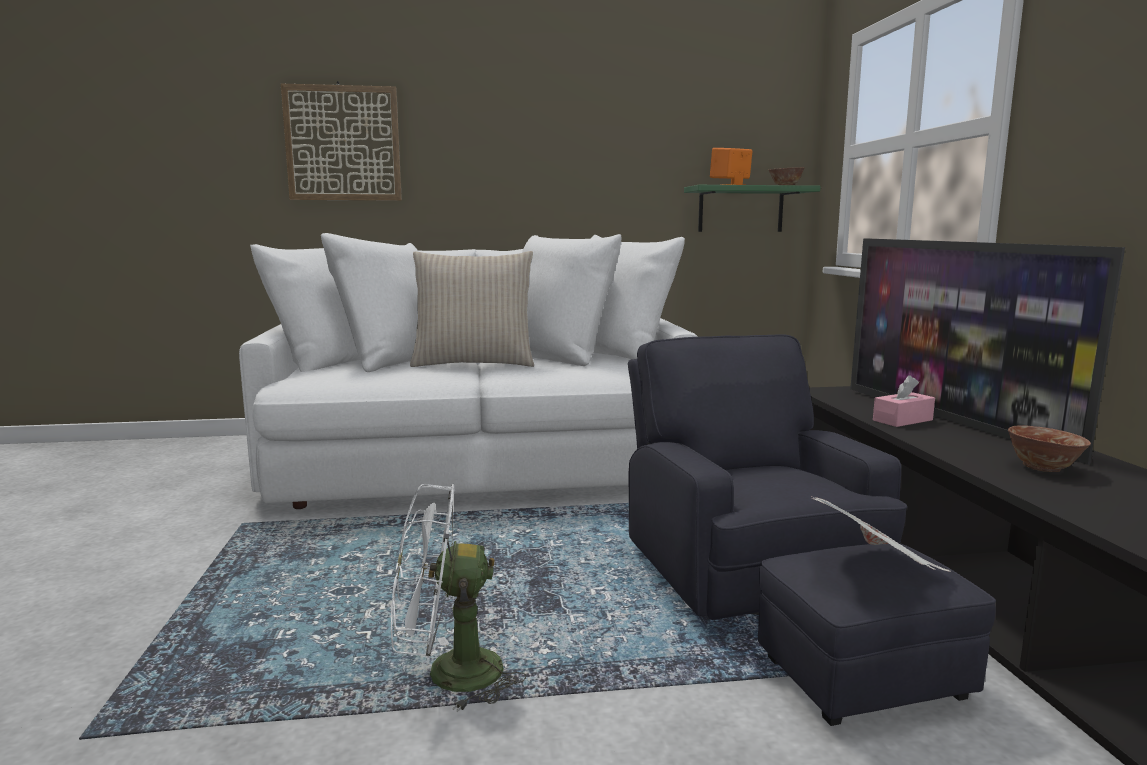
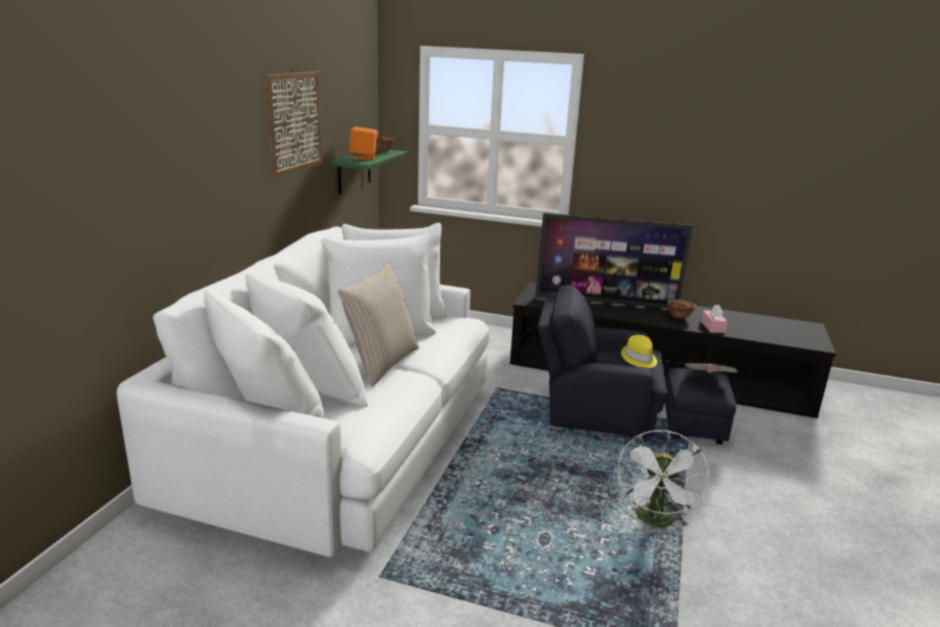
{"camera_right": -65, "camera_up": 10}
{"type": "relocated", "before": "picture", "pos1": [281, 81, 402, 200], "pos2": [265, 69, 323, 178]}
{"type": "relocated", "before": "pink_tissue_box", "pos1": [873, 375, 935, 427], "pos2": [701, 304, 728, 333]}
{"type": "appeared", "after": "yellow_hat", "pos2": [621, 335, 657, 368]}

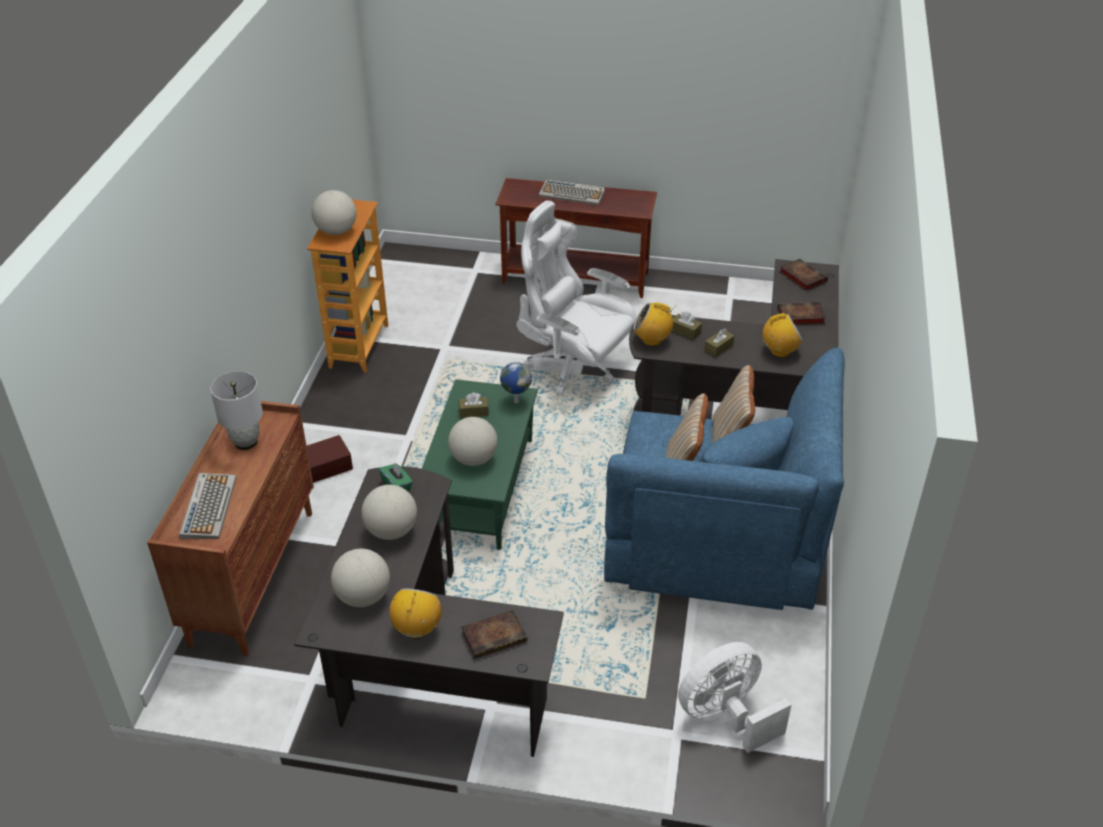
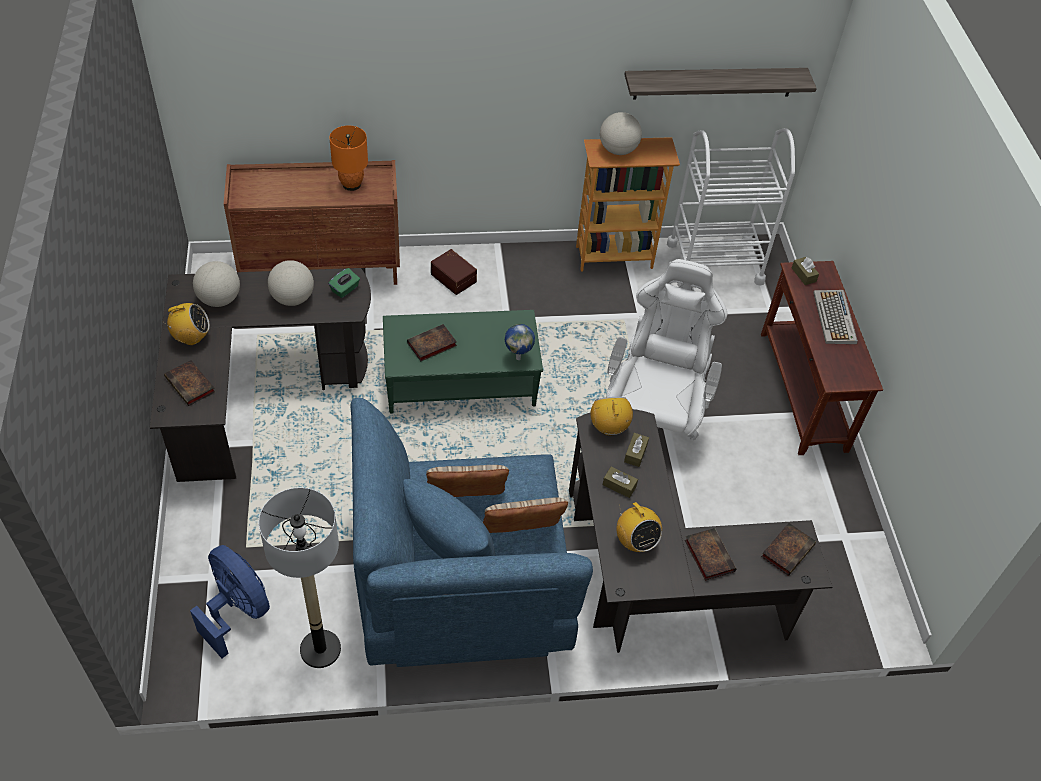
{"camera_right": 70, "camera_up": 10}
{"type": "missing", "before": "keyboard", "pos1": [179, 473, 236, 539]}
{"type": "colour", "before": "white_table_lamp", "after": "orange_table_lamp", "pos1": [210, 371, 263, 450], "pos2": [329, 126, 368, 191]}
{"type": "exchanged", "before": "globe", "after": "book", "pos1": [448, 417, 498, 466], "pos2": [407, 324, 457, 362]}
{"type": "relocated", "before": "brown_tissue_box", "pos1": [459, 392, 489, 418], "pos2": [792, 257, 819, 285]}
{"type": "colour", "before": "white_fan", "after": "blue_fan", "pos1": [678, 642, 791, 753], "pos2": [190, 545, 270, 658]}
{"type": "appeared", "after": "floor_lamp", "pos2": [258, 488, 341, 668]}
{"type": "appeared", "after": "shelf", "pos2": [625, 68, 817, 100]}
{"type": "appeared", "after": "white_cart", "pos2": [667, 128, 795, 287]}

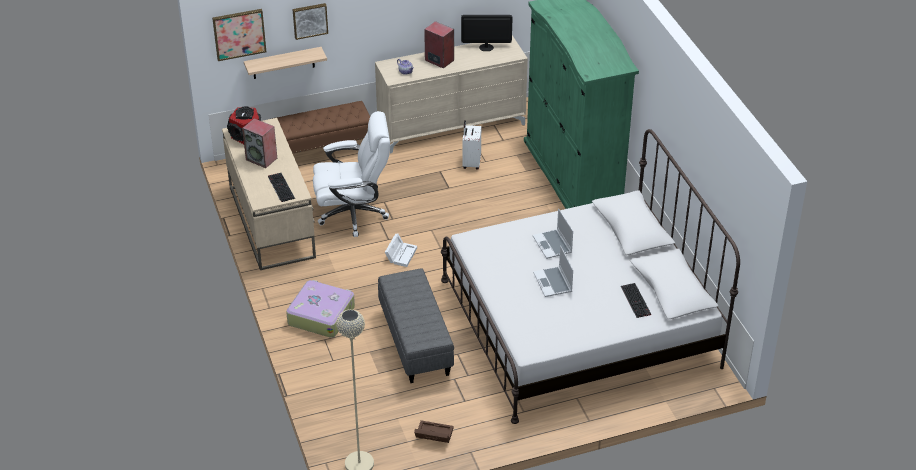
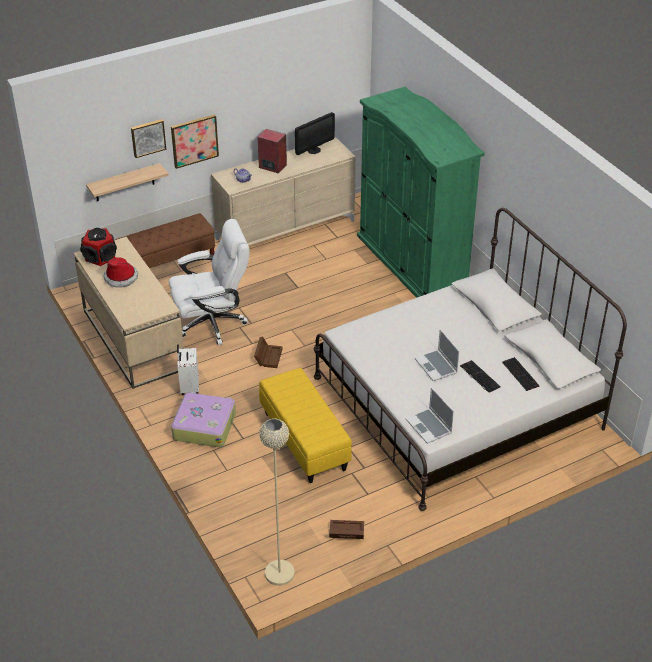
{"camera_right": -10, "camera_up": 0}
{"type": "relocated", "before": "picture", "pos1": [212, 9, 266, 61], "pos2": [171, 114, 219, 169]}
{"type": "exchanged", "before": "speaker", "after": "hat", "pos1": [242, 118, 277, 168], "pos2": [103, 257, 138, 287]}
{"type": "relocated", "before": "keyboard", "pos1": [268, 173, 295, 202], "pos2": [460, 360, 501, 393]}
{"type": "colour", "before": "grey_ottoman", "after": "yellow_ottoman", "pos1": [378, 269, 454, 383], "pos2": [259, 368, 352, 483]}
{"type": "colour", "before": "white_storage_box", "after": "brown_storage_box", "pos1": [385, 233, 417, 267], "pos2": [254, 336, 282, 368]}
{"type": "spun", "before": "monitor", "pos1": [461, 15, 512, 51], "pos2": [295, 112, 335, 155], "turn": 150}
{"type": "relocated", "before": "white_suitcase", "pos1": [463, 120, 481, 169], "pos2": [177, 345, 199, 395]}
{"type": "relocated", "before": "laptop", "pos1": [533, 208, 573, 259], "pos2": [406, 387, 454, 444]}

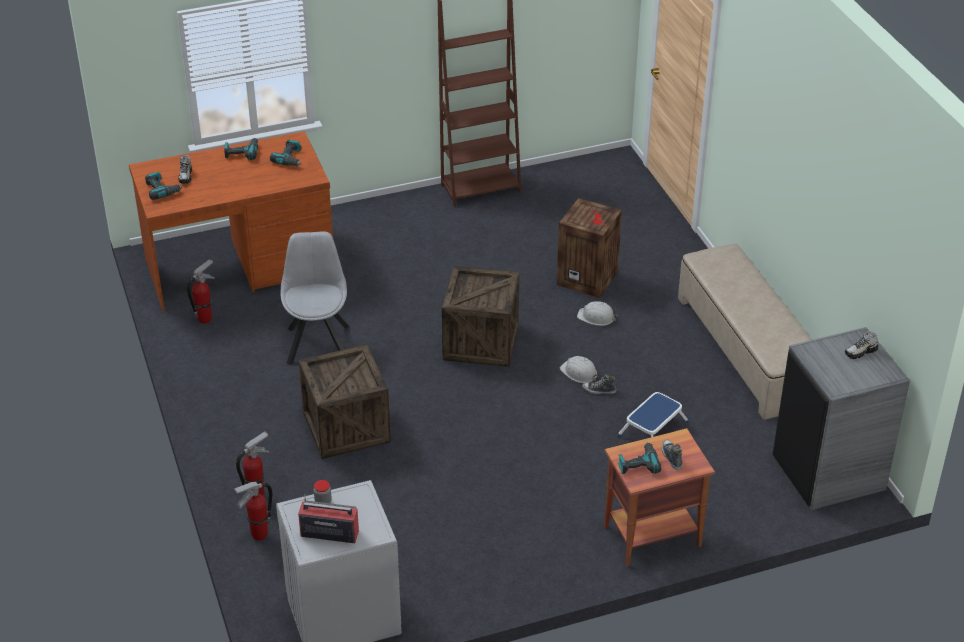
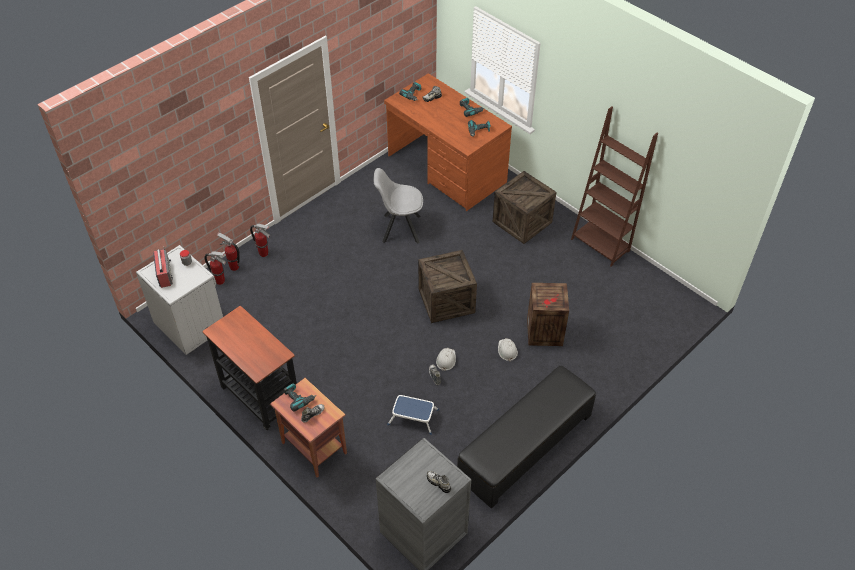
{"camera_right": 65, "camera_up": 10}
{"type": "relocated", "before": "fire_extinguisher", "pos1": [187, 259, 214, 324], "pos2": [204, 251, 226, 285]}
{"type": "spun", "before": "grey_chair", "pos1": [280, 232, 349, 365], "pos2": [373, 168, 423, 244], "turn": -150}
{"type": "relocated", "before": "crate", "pos1": [298, 344, 391, 459], "pos2": [493, 171, 557, 244]}
{"type": "colour", "before": "beige_bench", "after": "black_bench", "pos1": [678, 244, 812, 420], "pos2": [457, 366, 596, 508]}
{"type": "appeared", "after": "black_cart", "pos2": [203, 306, 297, 430]}

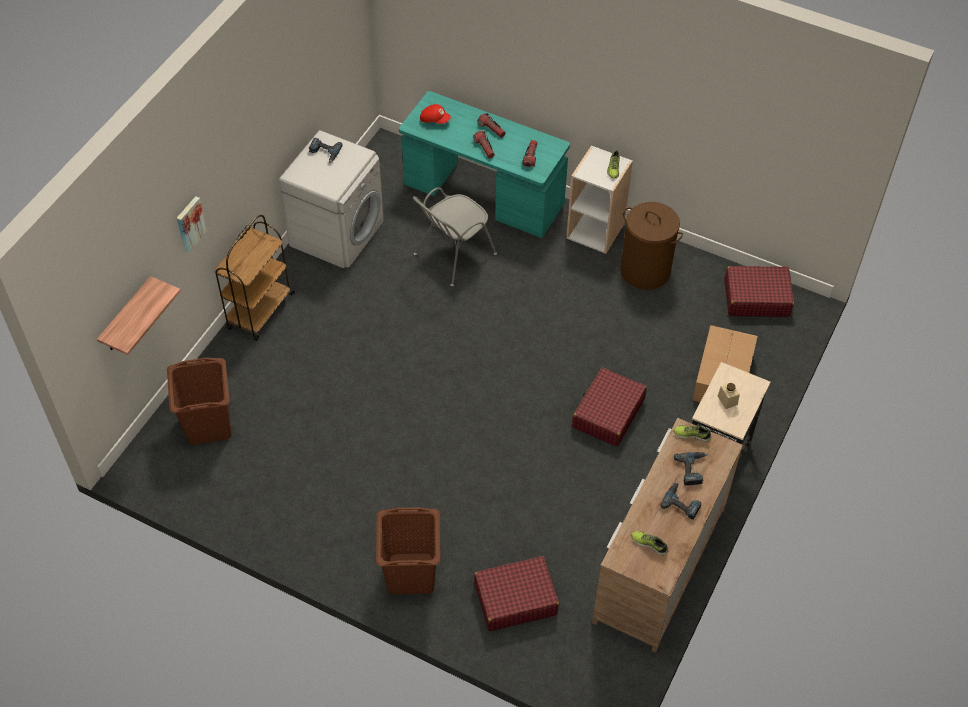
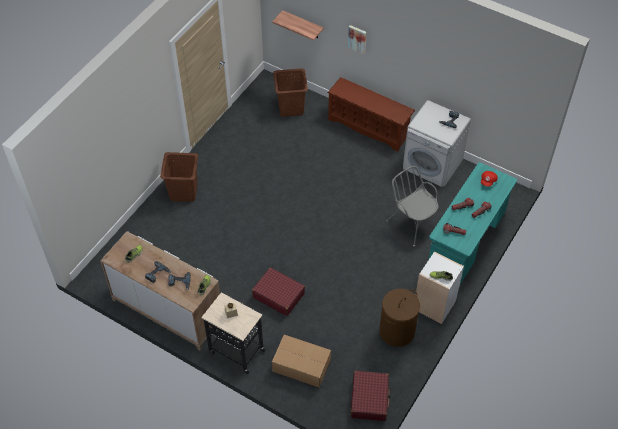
{"camera_right": 95, "camera_up": 0}
{"type": "exchanged", "before": "brown_cart", "after": "brown_shoe_rack", "pos1": [215, 215, 295, 341], "pos2": [328, 77, 415, 152]}
{"type": "missing", "before": "red_suitcase", "pos1": [474, 556, 559, 631]}

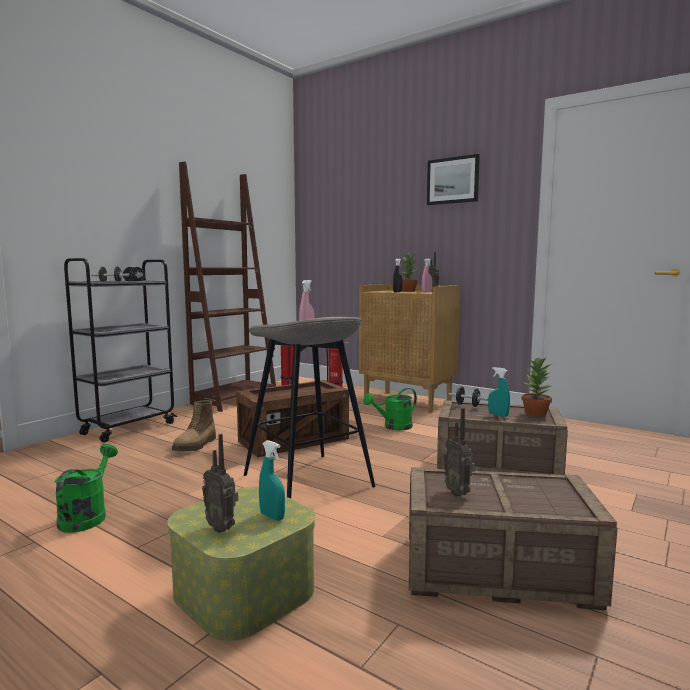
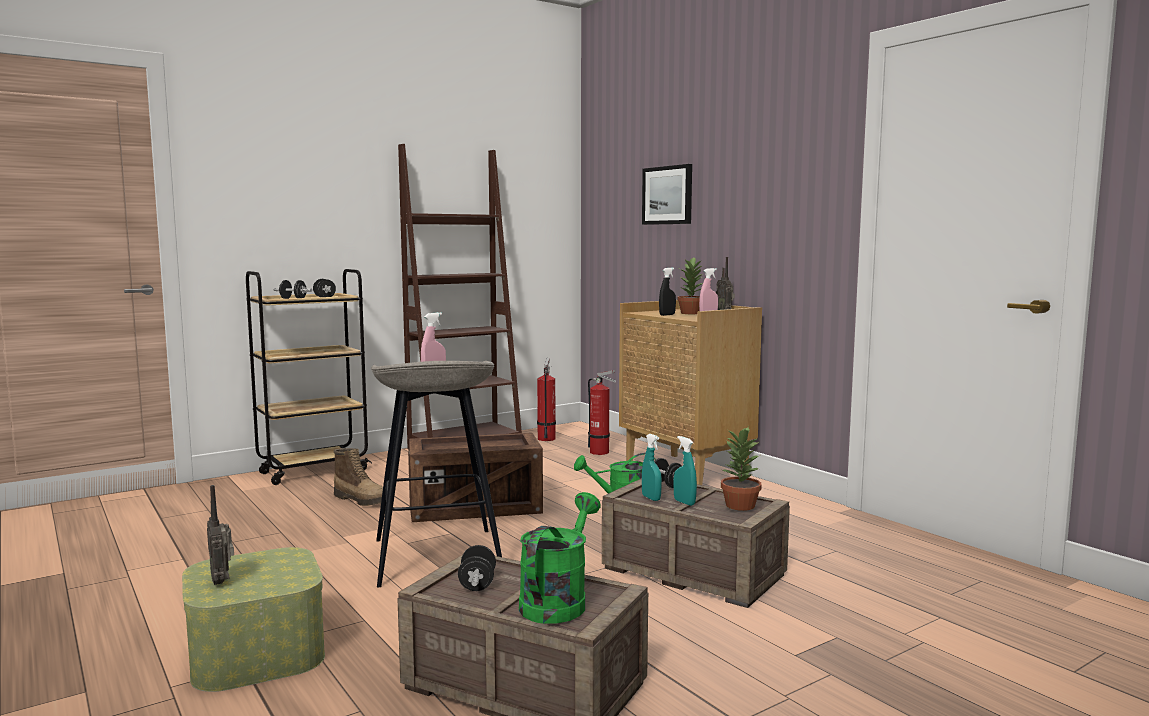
{"camera_right": 20, "camera_up": 0}
{"type": "relocated", "before": "green_watering_can", "pos1": [55, 444, 118, 533], "pos2": [519, 492, 601, 624]}
{"type": "colour", "before": "grey_cart", "after": "brown_cart", "pos1": [64, 258, 177, 443], "pos2": [246, 269, 372, 485]}
{"type": "spun", "before": "boot", "pos1": [172, 400, 216, 451], "pos2": [334, 448, 383, 506], "turn": -90}
{"type": "relocated", "before": "turquoise_spray_bottle", "pos1": [259, 440, 285, 521], "pos2": [642, 434, 662, 501]}
{"type": "relocated", "before": "picture", "pos1": [427, 154, 480, 205], "pos2": [642, 164, 692, 225]}
{"type": "exchanged", "before": "radio", "after": "black_dumbbell", "pos1": [444, 408, 475, 497], "pos2": [458, 545, 496, 591]}

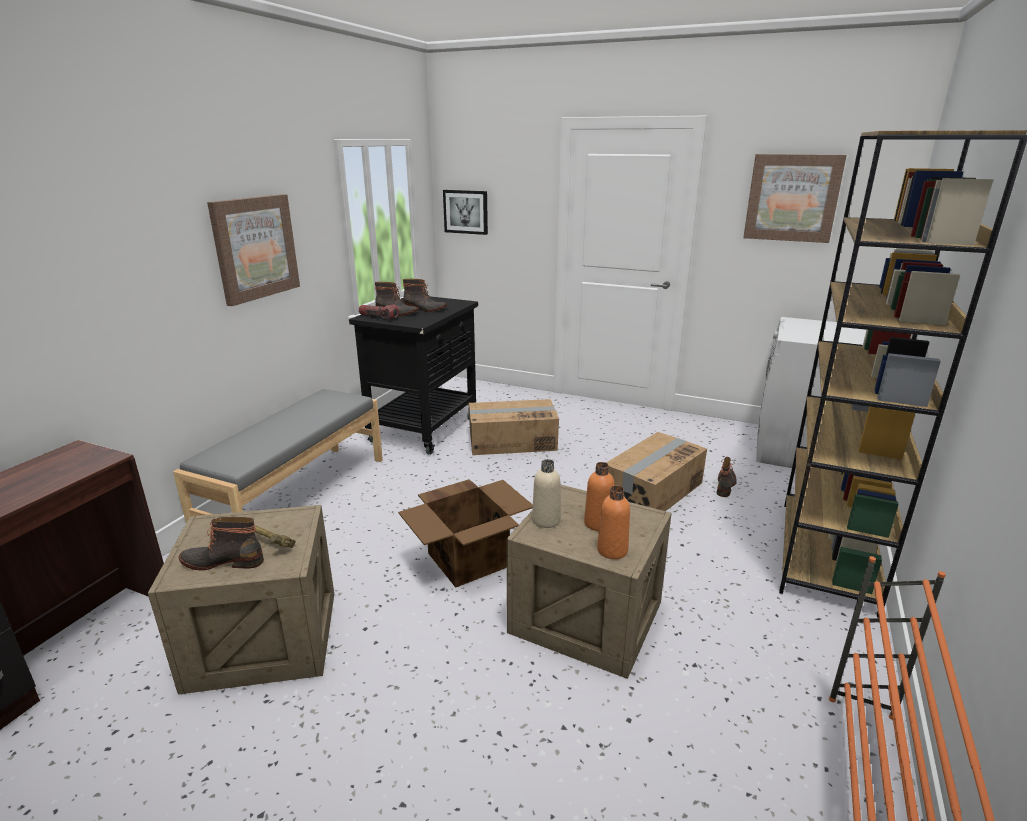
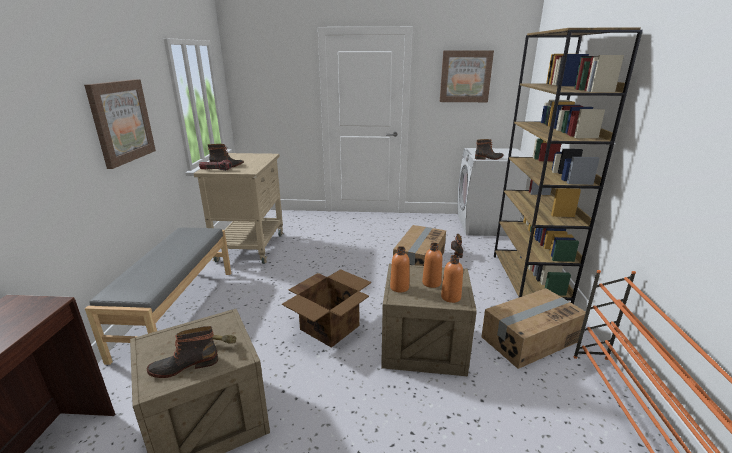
{"camera_right": -20, "camera_up": 0}
{"type": "colour", "before": "black_cart", "after": "beige_cart", "pos1": [349, 296, 478, 455], "pos2": [193, 153, 284, 264]}
{"type": "relocated", "before": "boot", "pos1": [403, 279, 447, 312], "pos2": [475, 139, 504, 160]}
{"type": "missing", "before": "picture", "pos1": [443, 190, 488, 235]}
{"type": "relocated", "before": "cardboard_box", "pos1": [469, 399, 559, 455], "pos2": [482, 288, 586, 369]}
{"type": "colour", "before": "beige_bottle", "after": "orange_bottle", "pos1": [532, 459, 561, 528], "pos2": [390, 246, 410, 292]}

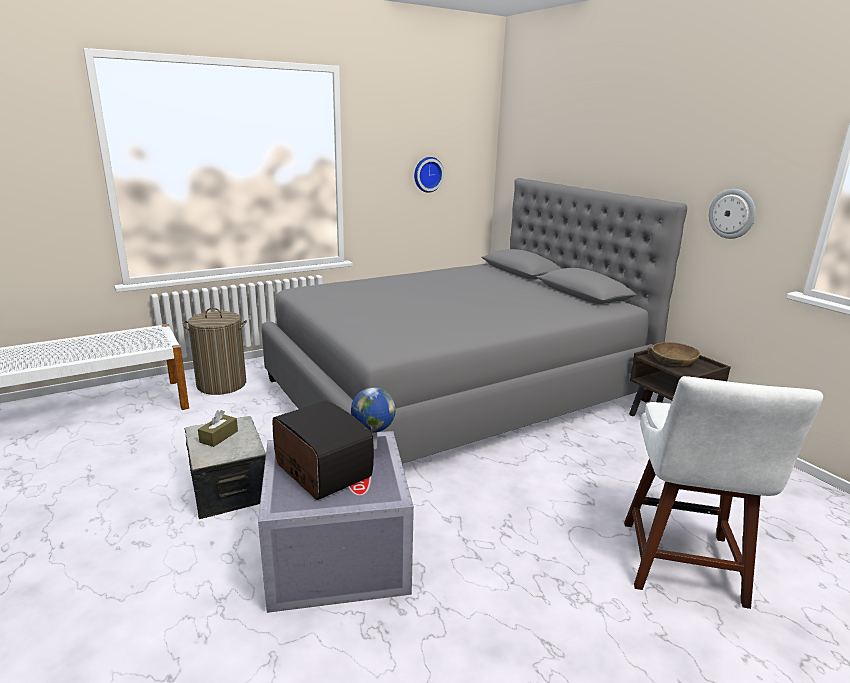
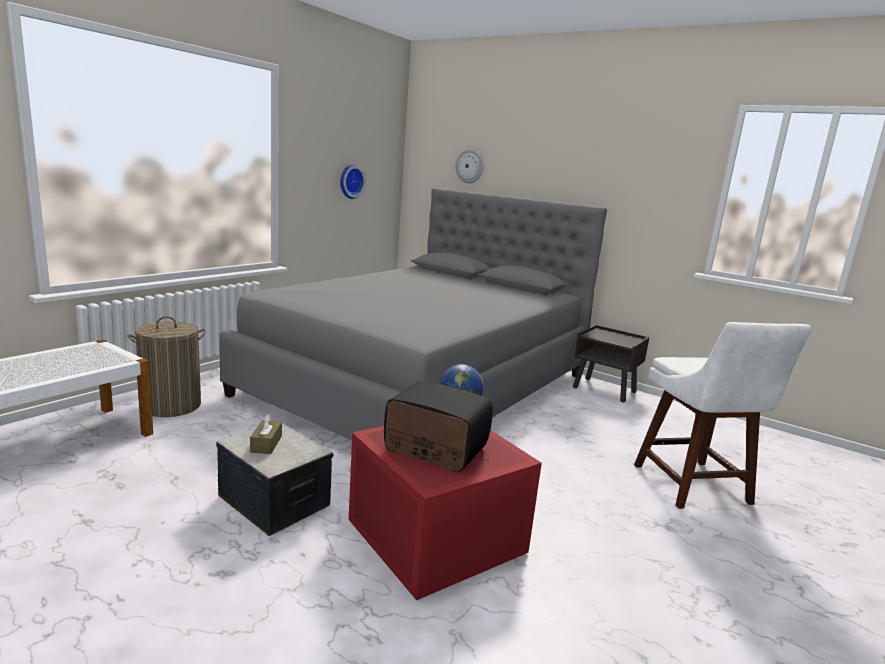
{"camera_right": -25, "camera_up": -5}
{"type": "colour", "before": "grey_storage_box", "after": "red_storage_box", "pos1": [258, 431, 414, 613], "pos2": [349, 426, 542, 600]}
{"type": "missing", "before": "brown_bowl", "pos1": [648, 342, 700, 366]}
{"type": "relocated", "before": "wall_clock", "pos1": [709, 189, 756, 239], "pos2": [455, 149, 484, 183]}

